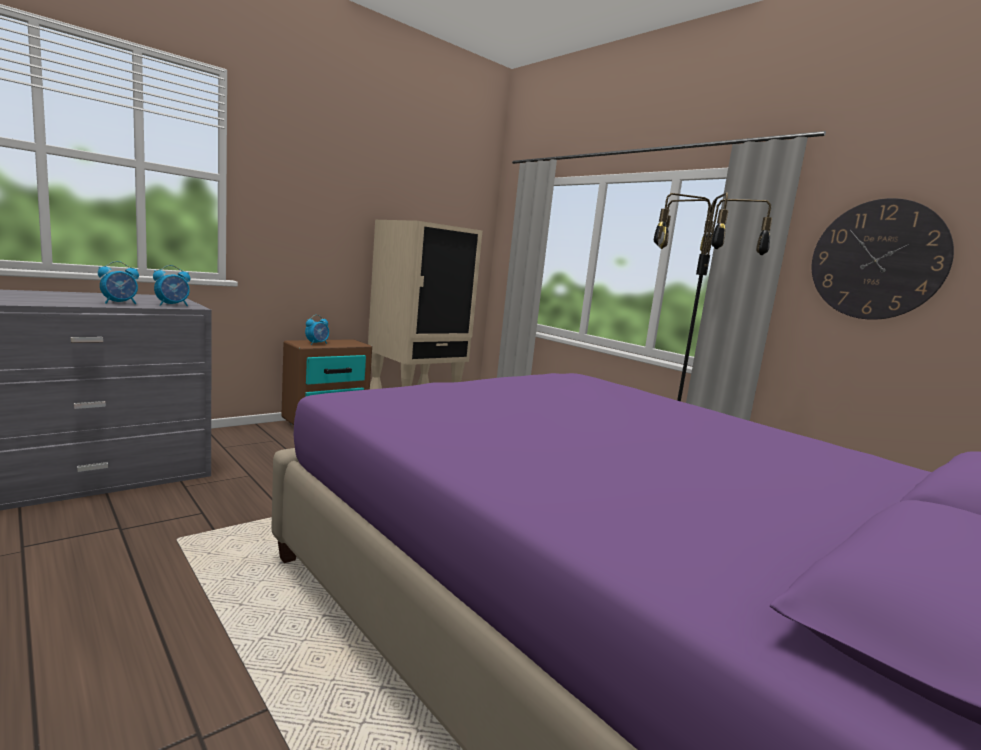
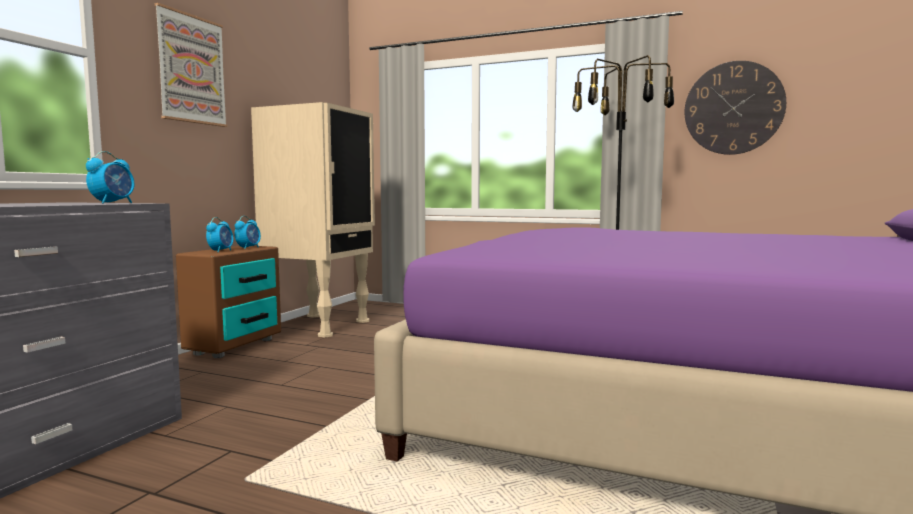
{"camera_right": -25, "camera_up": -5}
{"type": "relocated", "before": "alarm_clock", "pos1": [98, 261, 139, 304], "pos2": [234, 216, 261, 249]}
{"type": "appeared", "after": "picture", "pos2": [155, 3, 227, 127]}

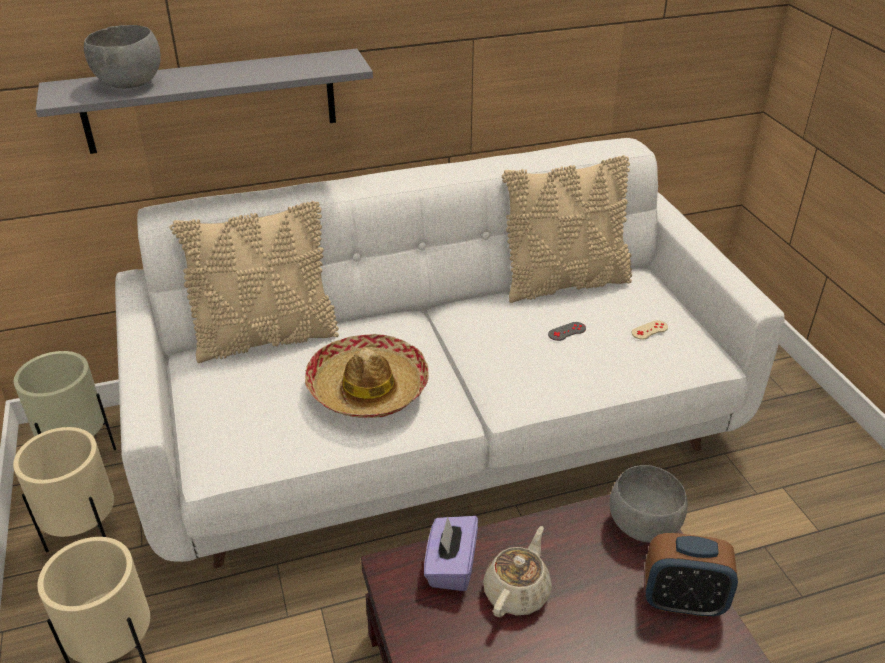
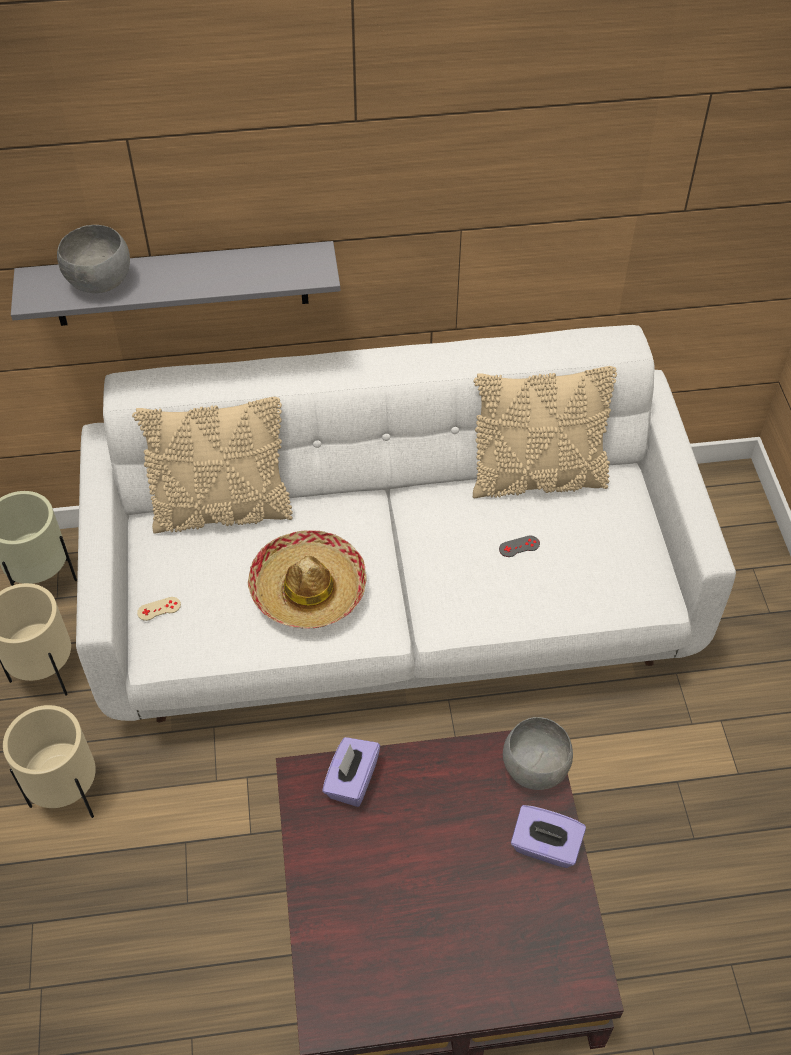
{"camera_right": 10, "camera_up": 15}
{"type": "missing", "before": "beige_teapot", "pos1": [483, 526, 552, 617]}
{"type": "relocated", "before": "beige_game_controller", "pos1": [632, 320, 668, 340], "pos2": [137, 597, 181, 621]}
{"type": "exchanged", "before": "alarm_clock", "after": "purple_tissue_box", "pos1": [645, 533, 738, 617], "pos2": [511, 805, 586, 868]}

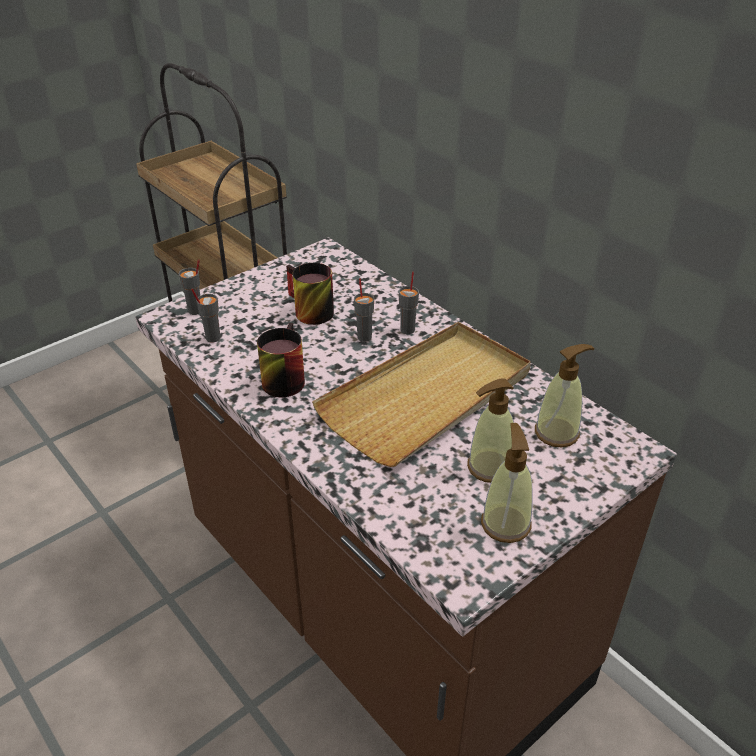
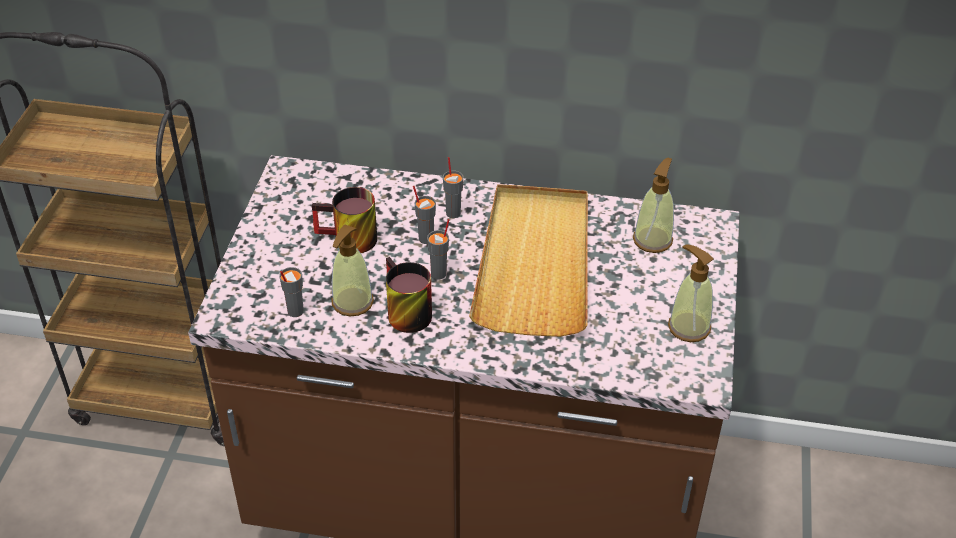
{"camera_right": -40, "camera_up": 5}
{"type": "relocated", "before": "grey_cup", "pos1": [179, 260, 200, 315], "pos2": [427, 219, 449, 279]}
{"type": "relocated", "before": "soap_dispenser", "pos1": [467, 379, 514, 483], "pos2": [331, 224, 374, 316]}

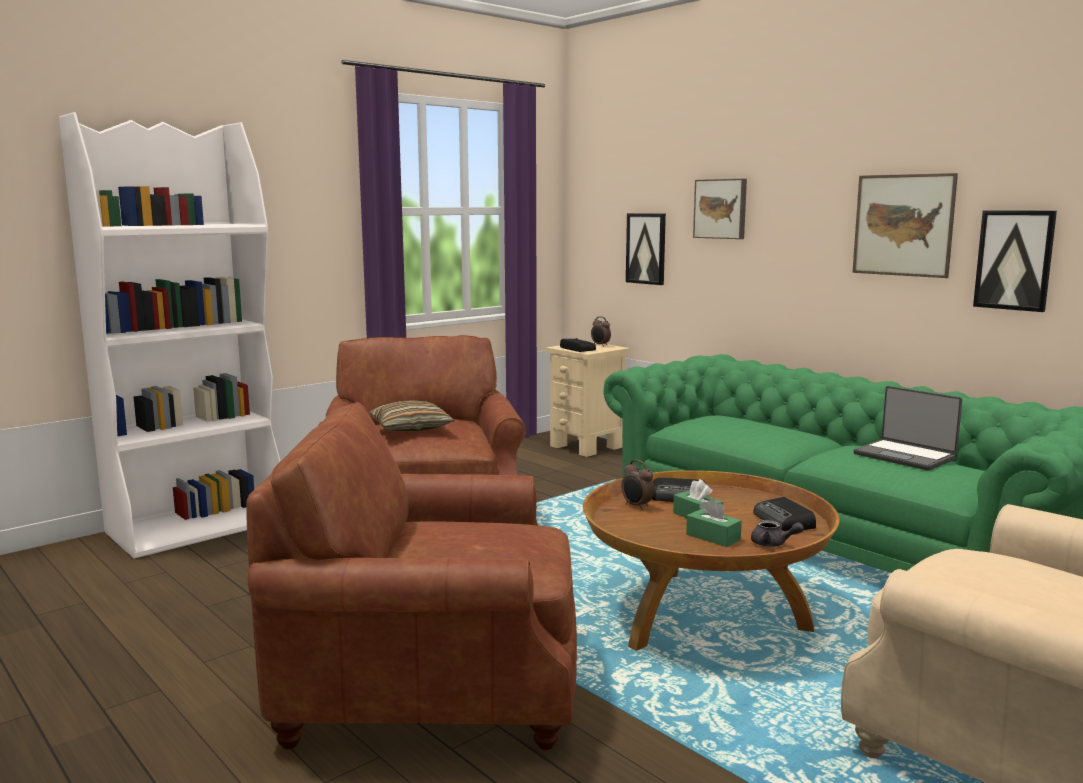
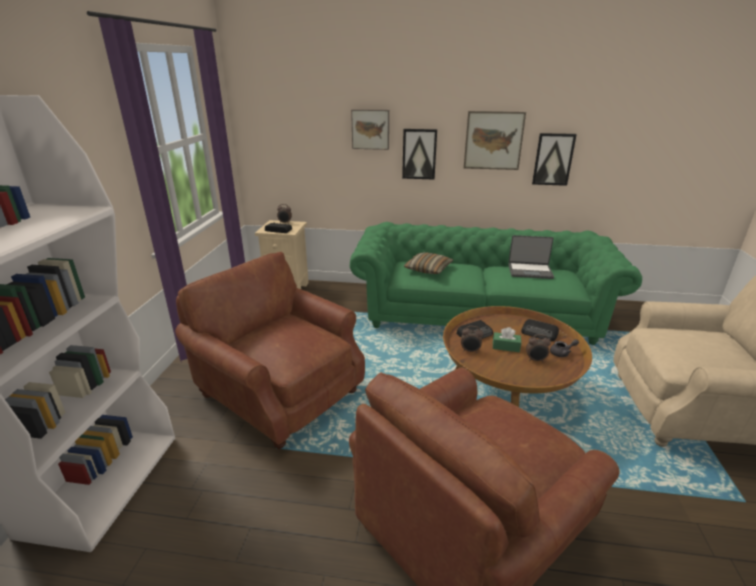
{"camera_right": -40, "camera_up": 15}
{"type": "relocated", "before": "pillow", "pos1": [369, 400, 455, 432], "pos2": [404, 252, 453, 274]}
{"type": "relocated", "before": "picture", "pos1": [626, 213, 666, 285], "pos2": [402, 129, 437, 180]}
{"type": "exchanged", "before": "green_tissue_box", "after": "alarm_clock", "pos1": [686, 498, 742, 547], "pos2": [526, 334, 551, 362]}

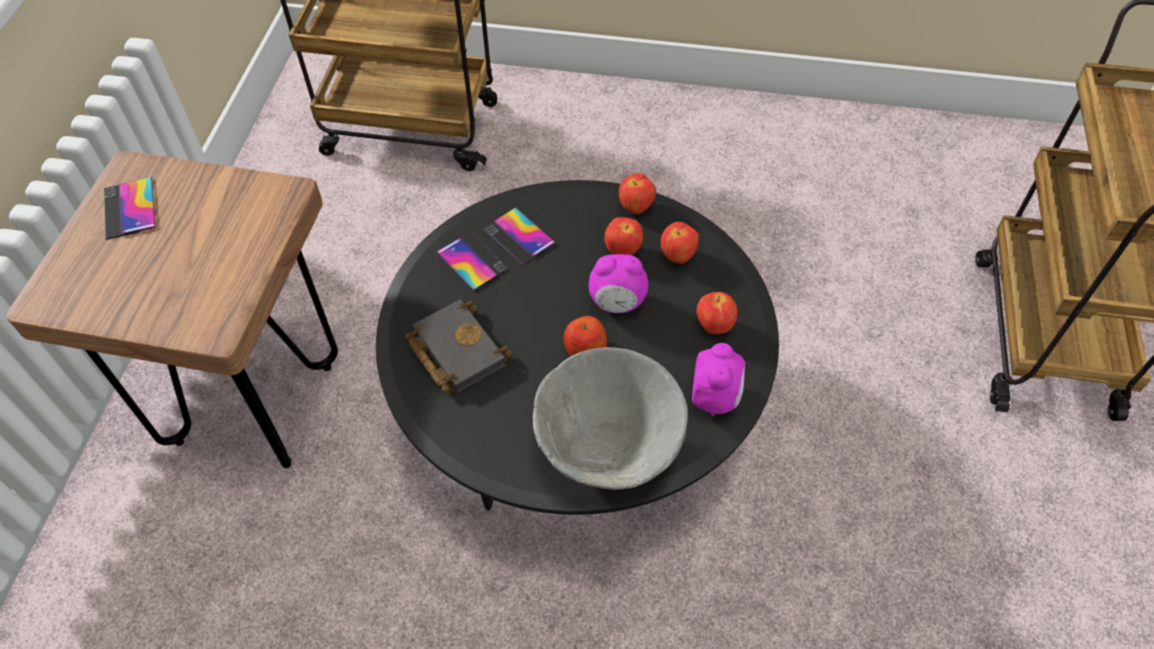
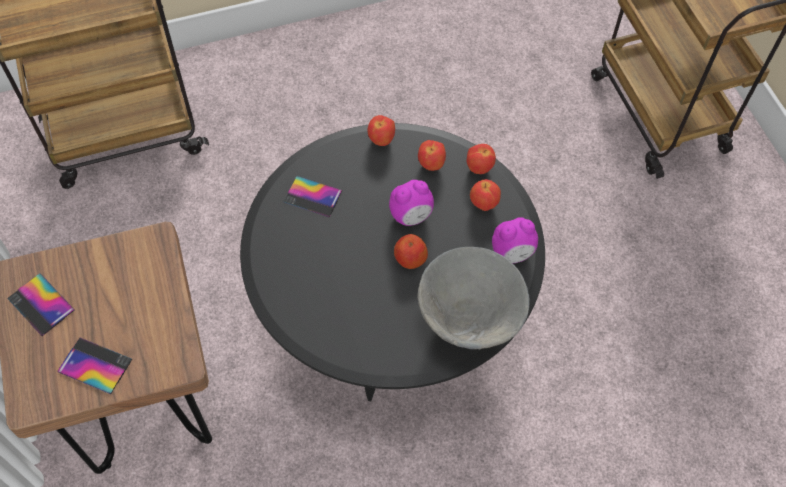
{"camera_right": -30, "camera_up": 5}
{"type": "missing", "before": "black_book", "pos1": [405, 299, 512, 393]}
{"type": "relocated", "before": "phone", "pos1": [436, 232, 509, 291], "pos2": [57, 338, 132, 394]}
{"type": "relocated", "before": "apple", "pos1": [604, 217, 643, 255], "pos2": [467, 144, 496, 174]}
{"type": "spun", "before": "alarm_clock", "pos1": [692, 343, 745, 417], "pos2": [492, 217, 538, 263], "turn": 90}

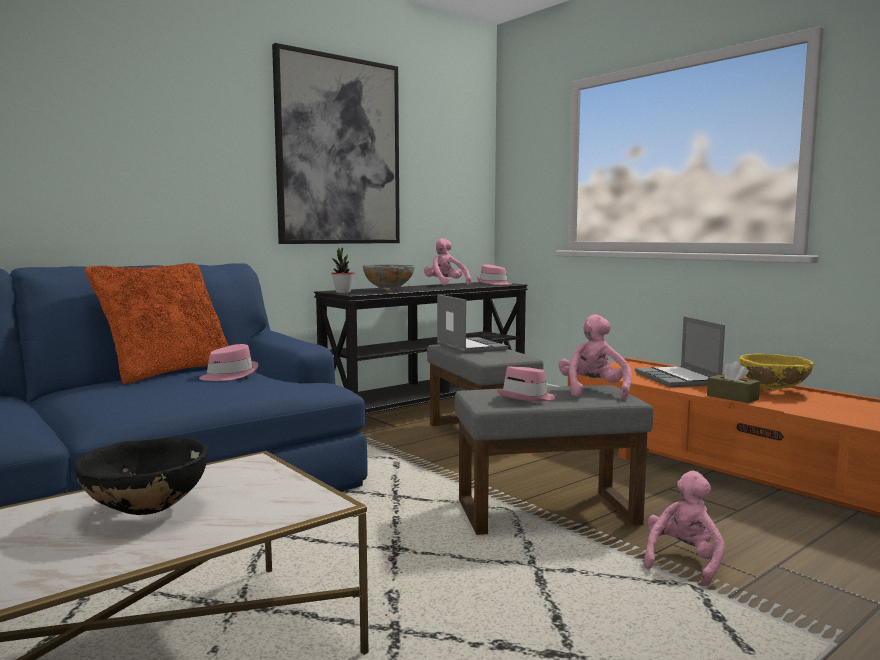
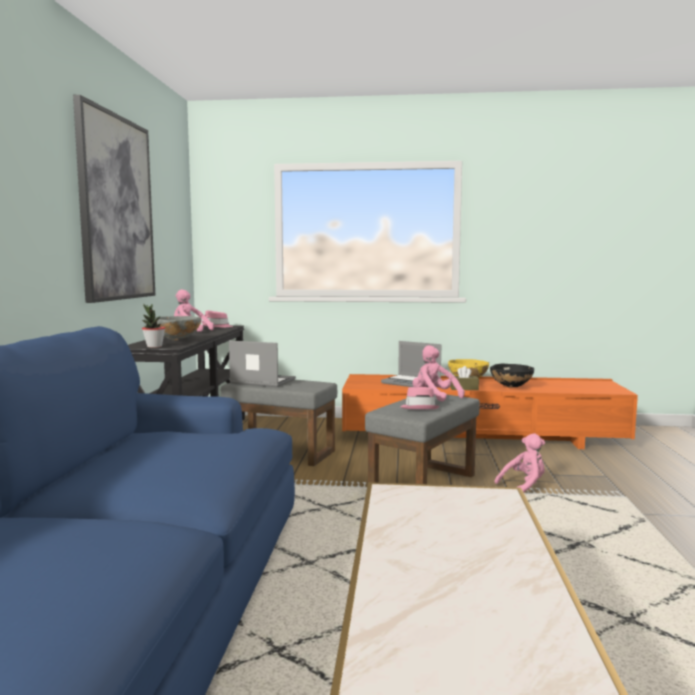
{"camera_right": -45, "camera_up": 0}
{"type": "relocated", "before": "black_bowl", "pos1": [74, 437, 208, 515], "pos2": [490, 363, 534, 388]}
{"type": "missing", "before": "orange_pillow", "pos1": [85, 263, 229, 384]}
{"type": "missing", "before": "pink_hat", "pos1": [199, 344, 258, 381]}
{"type": "spun", "before": "pink_plush_toy", "pos1": [643, 471, 725, 586], "pos2": [495, 433, 545, 492], "turn": 75}

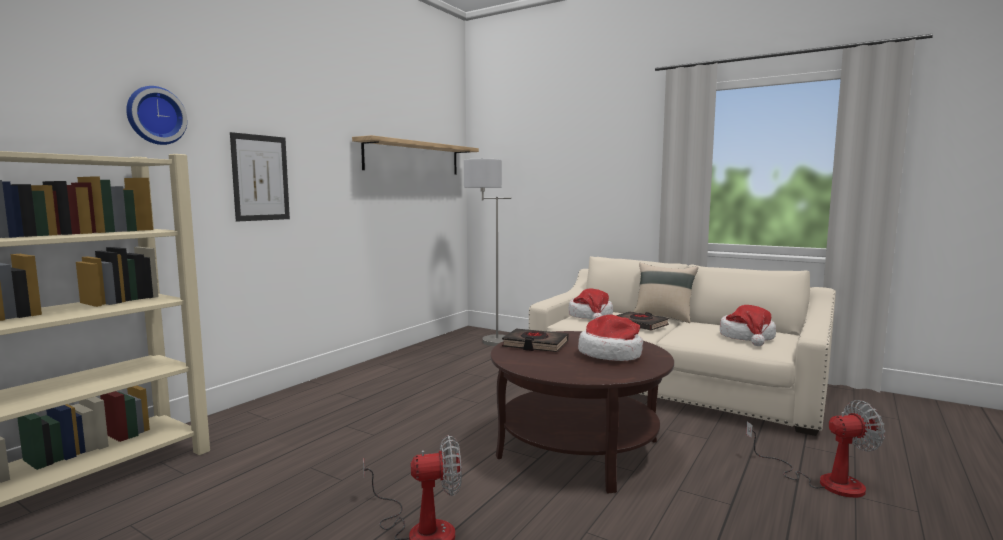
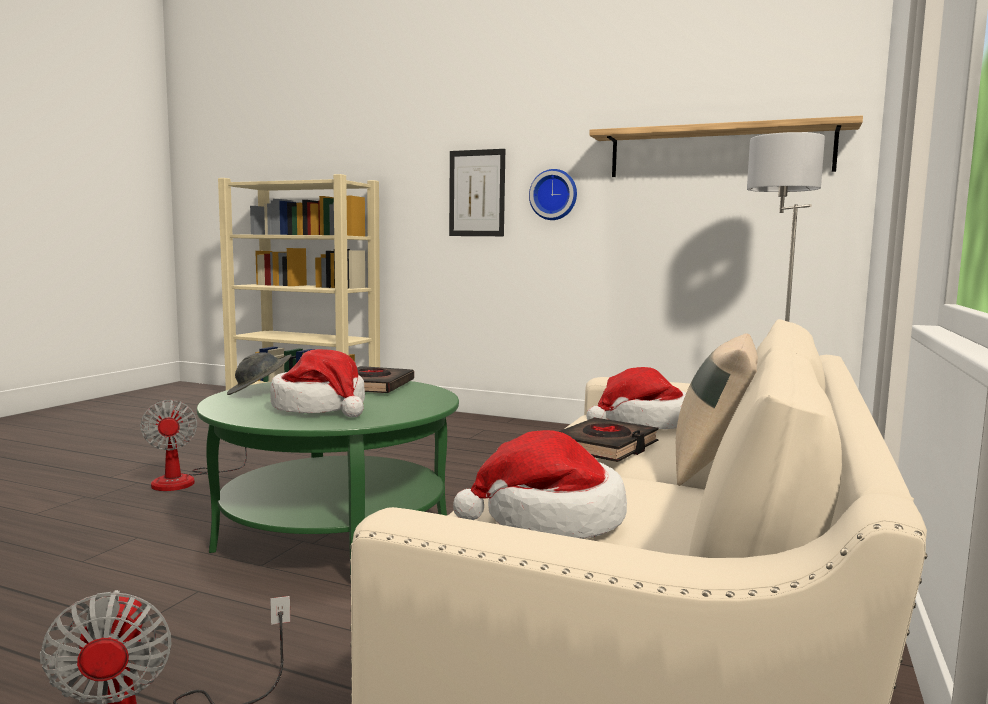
{"camera_right": 80, "camera_up": 0}
{"type": "relocated", "before": "wall_clock", "pos1": [126, 86, 187, 145], "pos2": [529, 169, 577, 220]}
{"type": "colour", "before": "brown_coffee_table", "after": "green_coffee_table", "pos1": [491, 331, 674, 493], "pos2": [197, 381, 459, 574]}
{"type": "appeared", "after": "grey_hat", "pos2": [227, 352, 292, 395]}

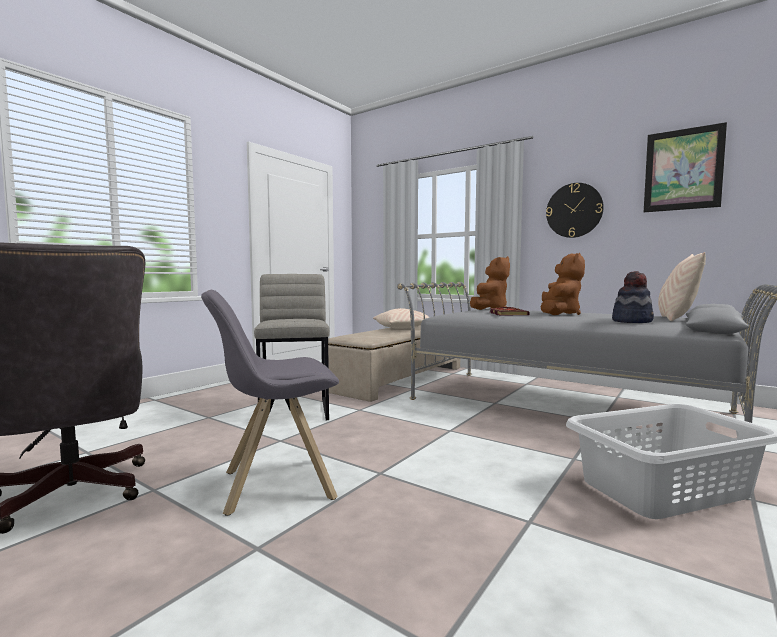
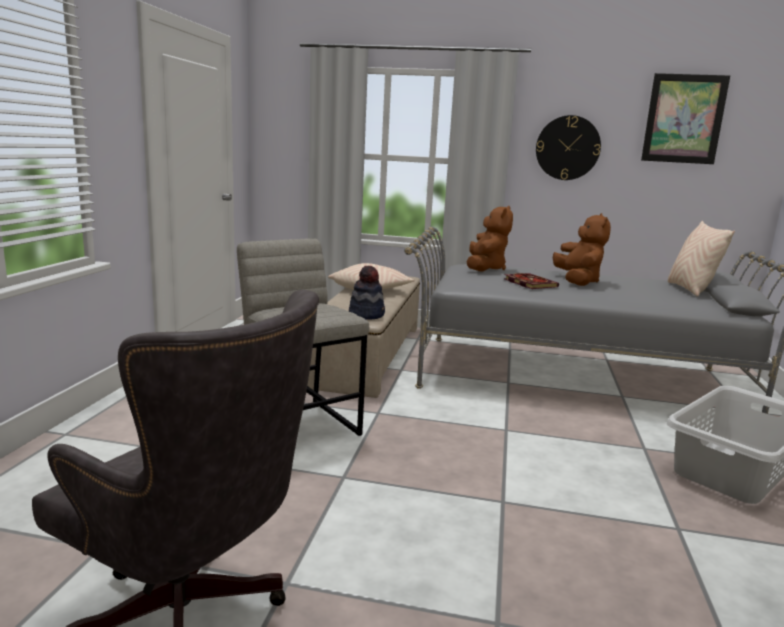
{"camera_right": -25, "camera_up": 10}
{"type": "missing", "before": "grey_chair", "pos1": [201, 290, 339, 516]}
{"type": "relocated", "before": "hat", "pos1": [612, 271, 654, 323], "pos2": [349, 265, 385, 319]}

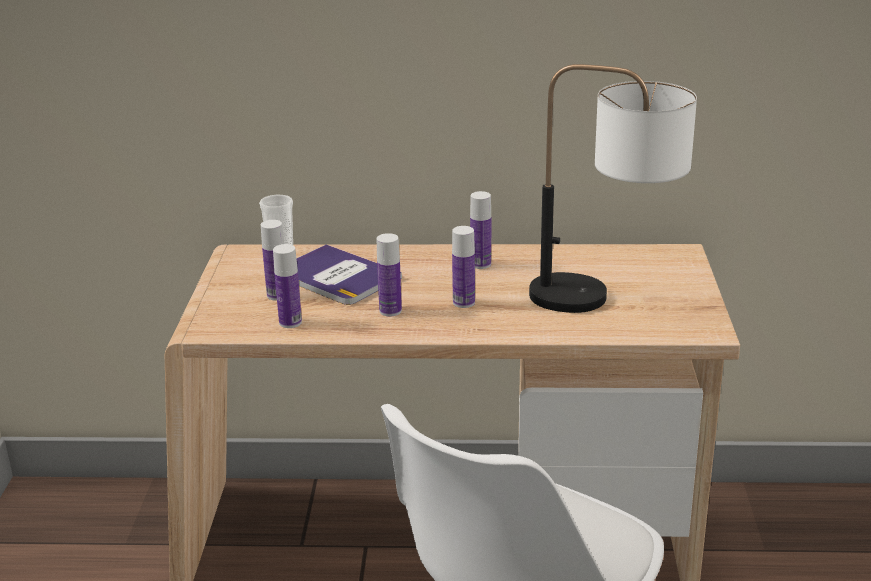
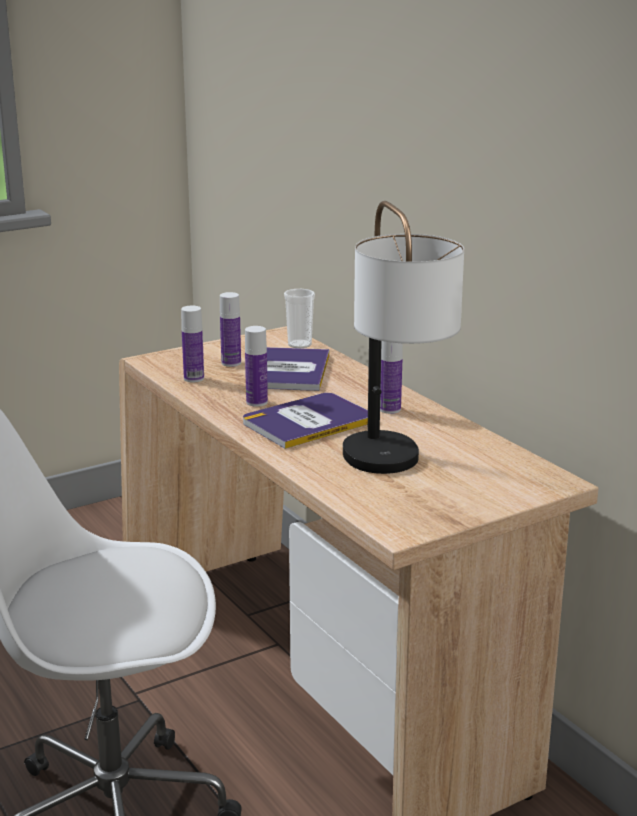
{"camera_right": 55, "camera_up": -5}
{"type": "exchanged", "before": "bottle", "after": "book", "pos1": [452, 226, 475, 308], "pos2": [243, 393, 368, 449]}

